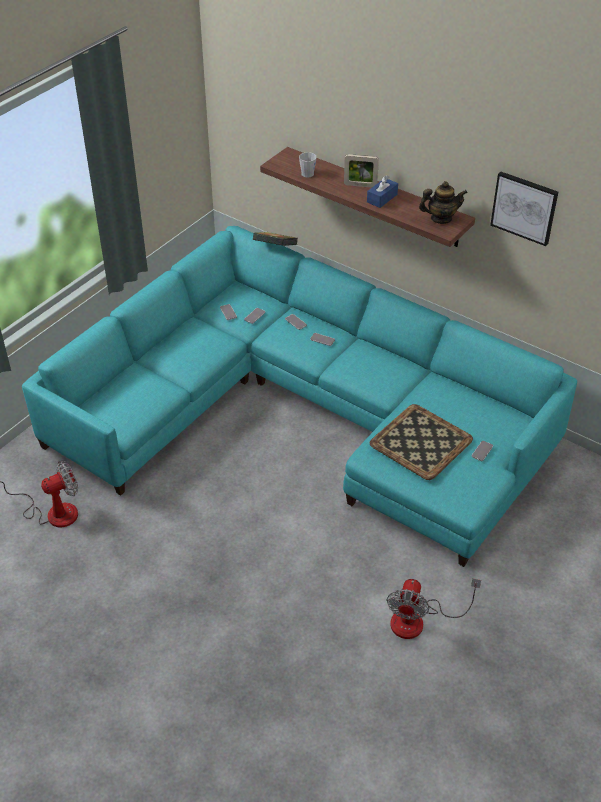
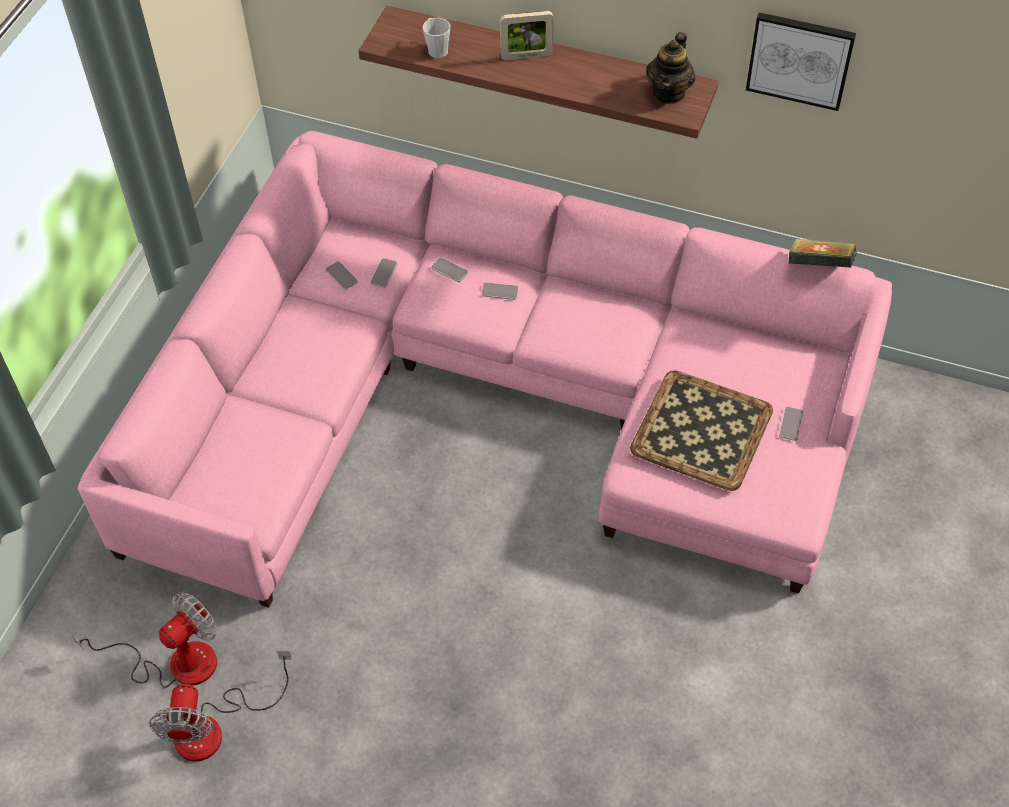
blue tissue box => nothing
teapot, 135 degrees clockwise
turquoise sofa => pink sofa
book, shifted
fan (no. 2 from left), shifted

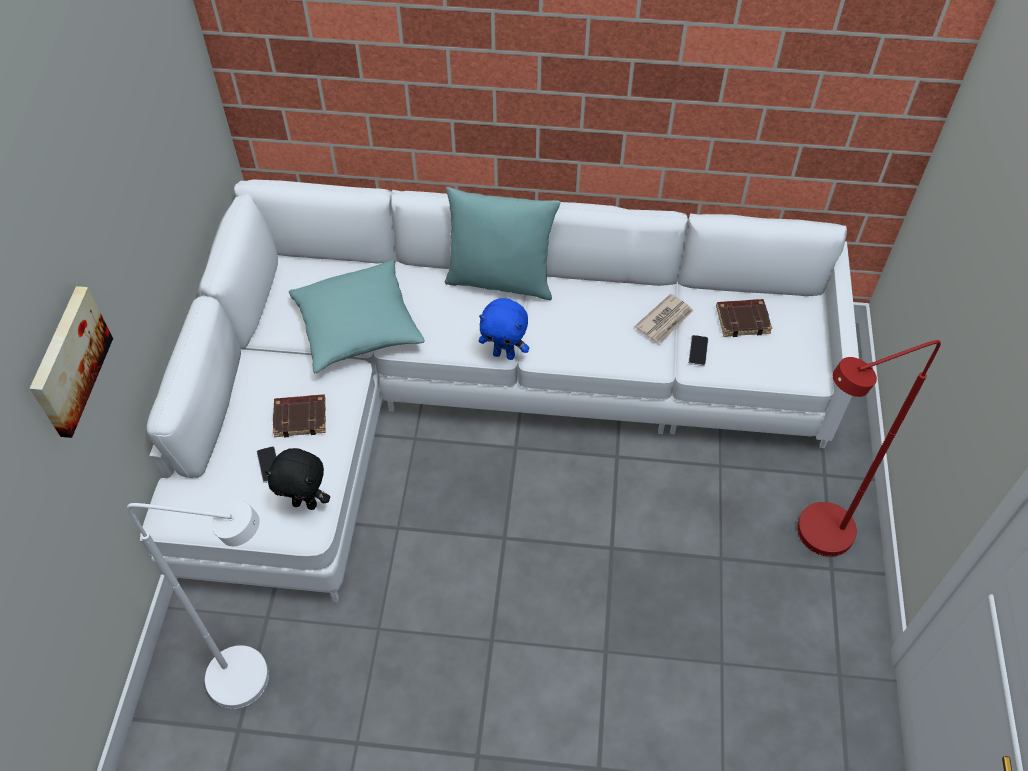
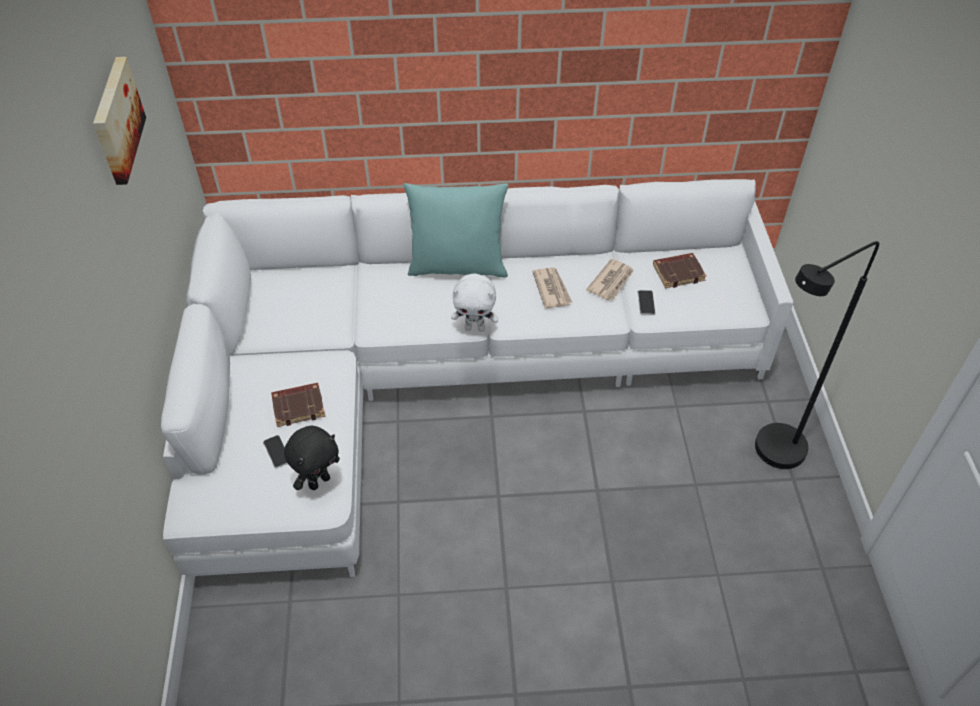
turquoise pillow (no. 1 from left) => nothing
picture, shifted
blue plush toy => white plush toy
red floor lamp => black floor lamp
black plush toy, 45 degrees counterclockwise
white floor lamp => nothing
nothing => newspaper (no. 1 from left)

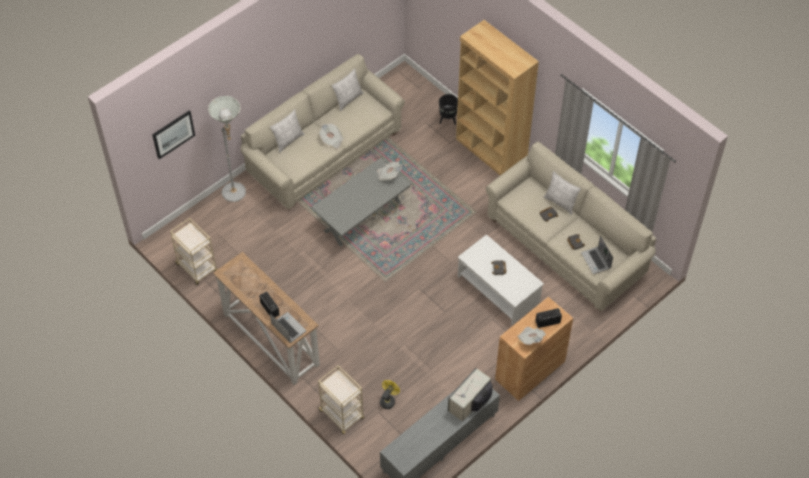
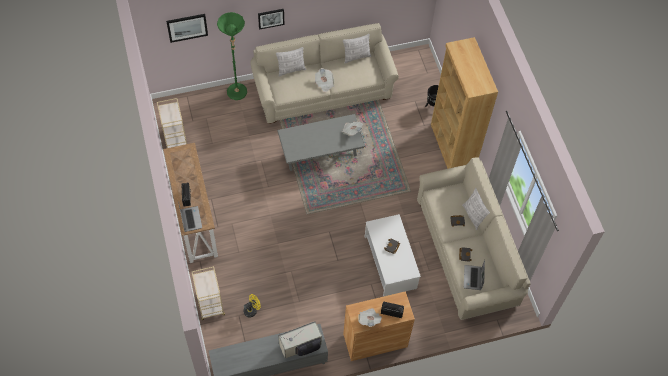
grey floor lamp => green floor lamp
nothing => picture (no. 2 from left)

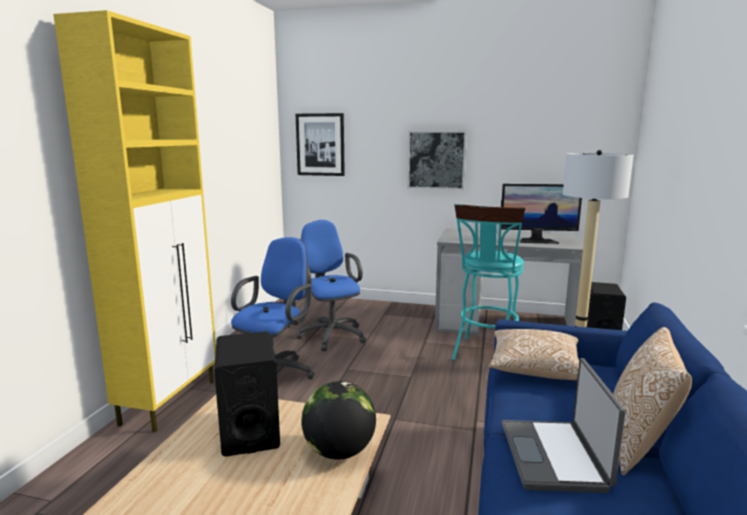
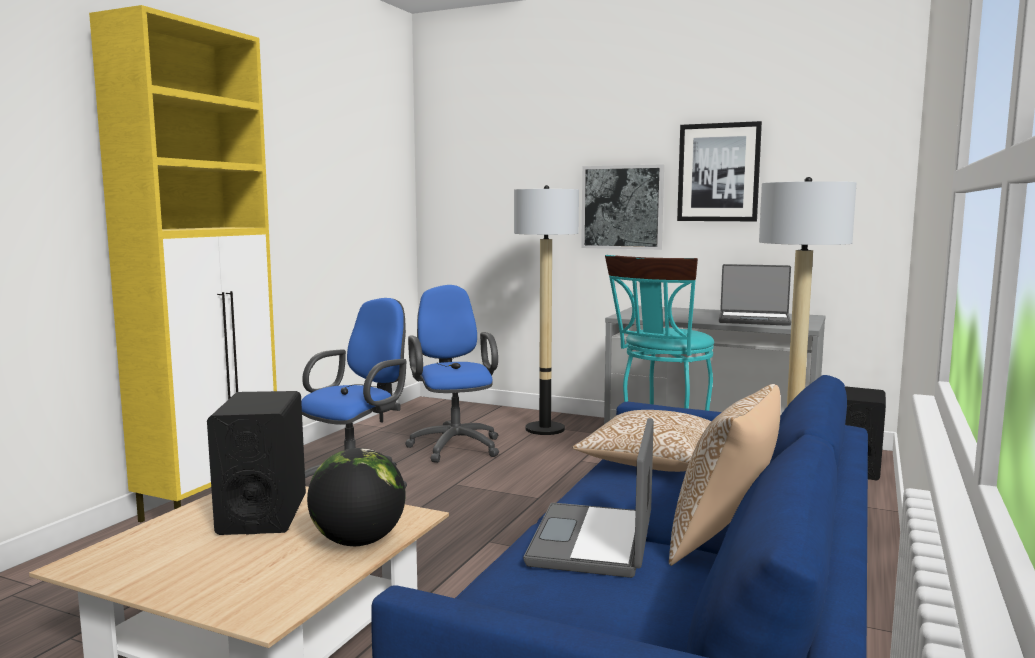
picture (no. 1 from left in the first image) => picture (no. 2 from left), shifted
monitor => laptop (no. 2 from left)
nothing => floor lamp (no. 1 from left)

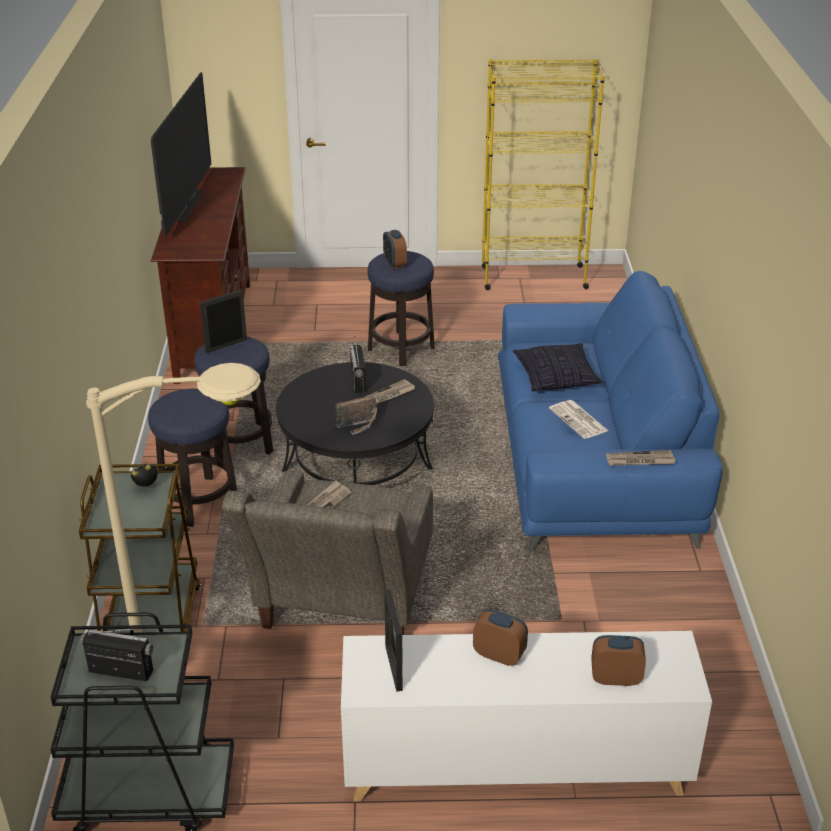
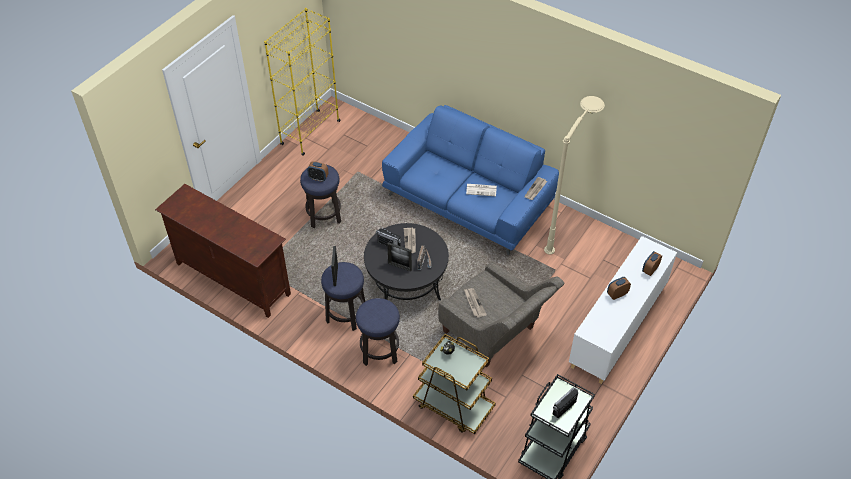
television => nothing
pillow => nothing
beige floor lamp, shifted
picture frame (no. 2 from left), shifted

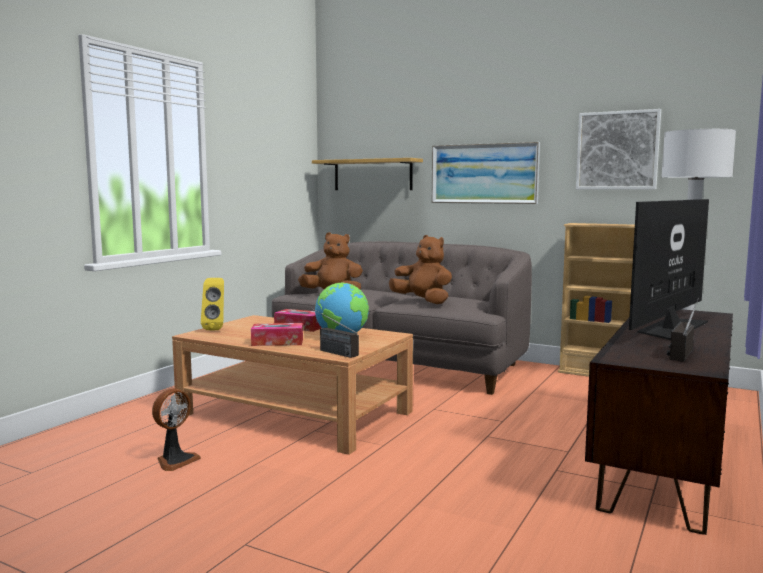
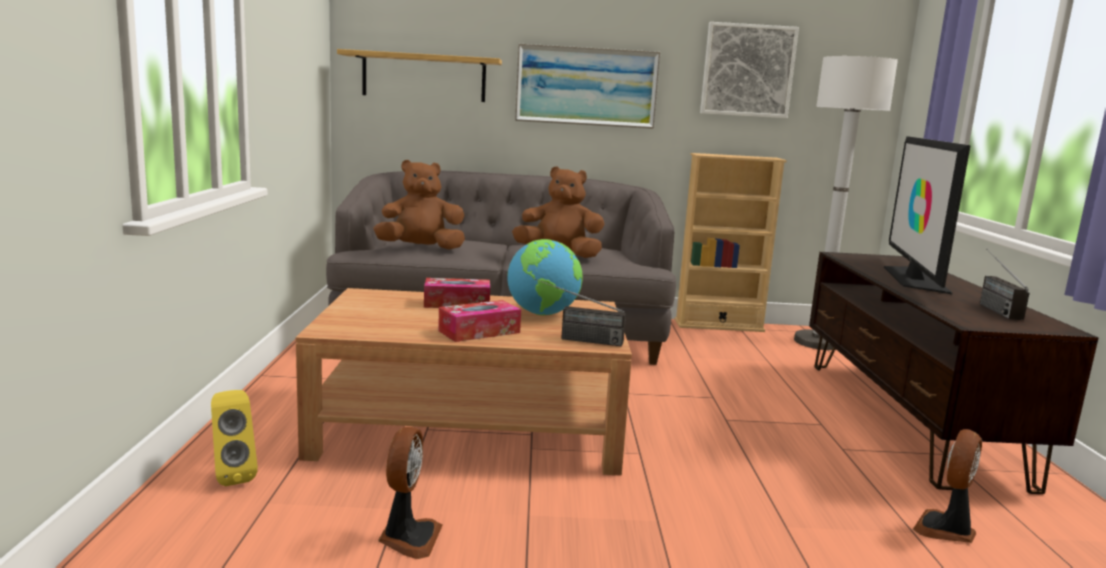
yellow speaker, shifted
nothing => fan (no. 2 from left)

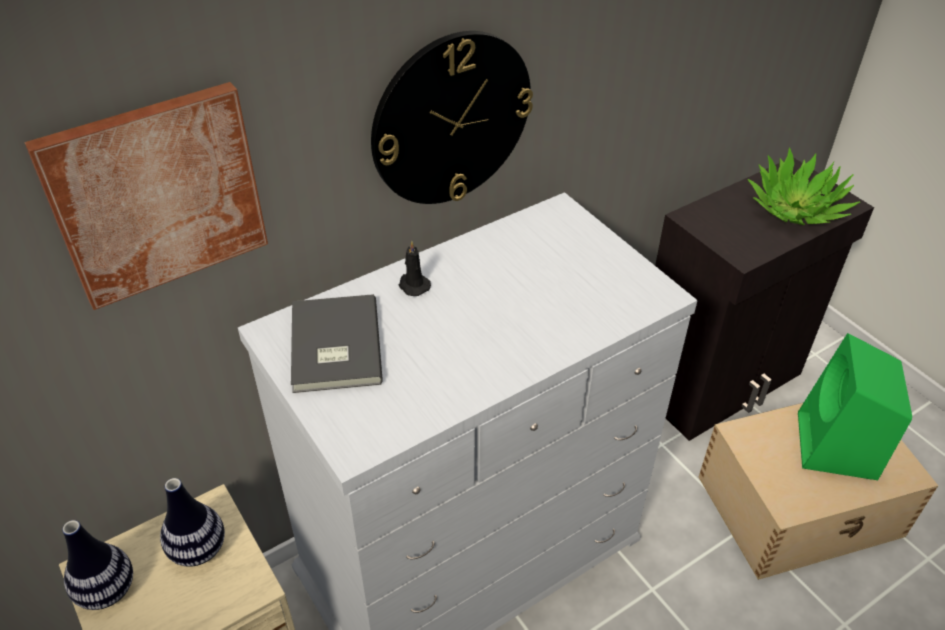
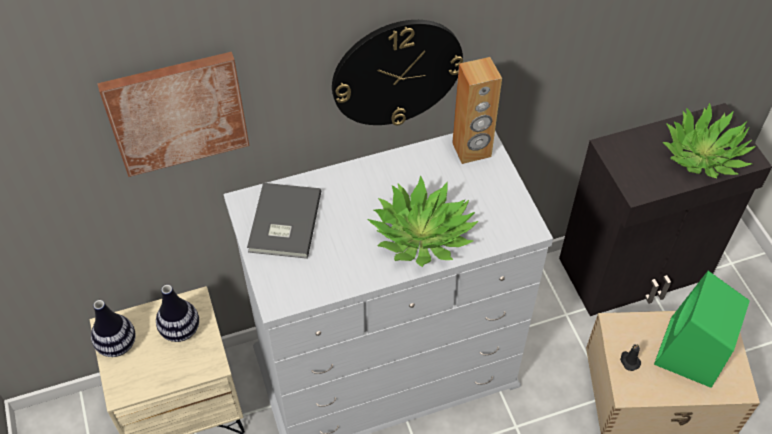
black candle, shifted
nothing => brown speaker
nothing => potted plant (no. 1 from left)

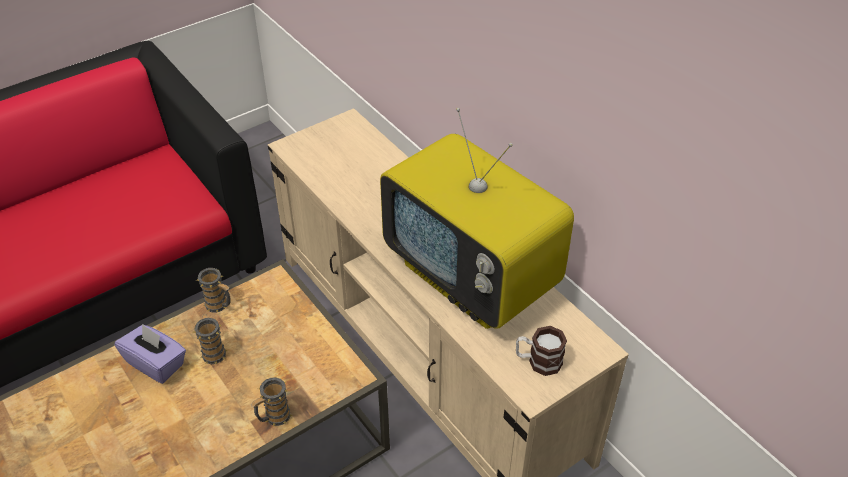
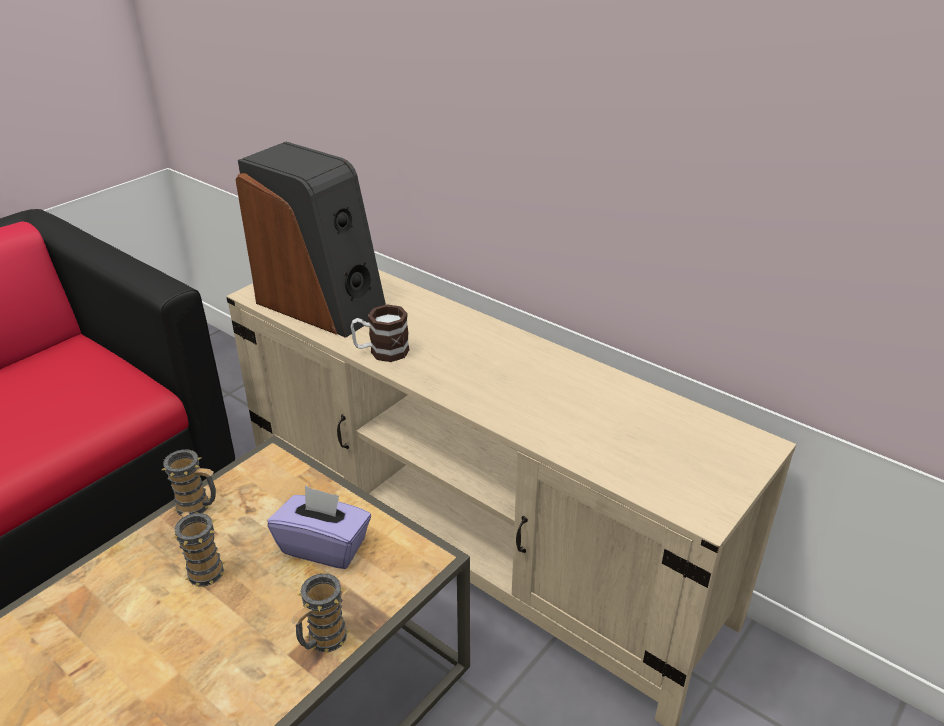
television => nothing
purple tissue box, shifted
mug (no. 4 from left), shifted
nothing => speaker

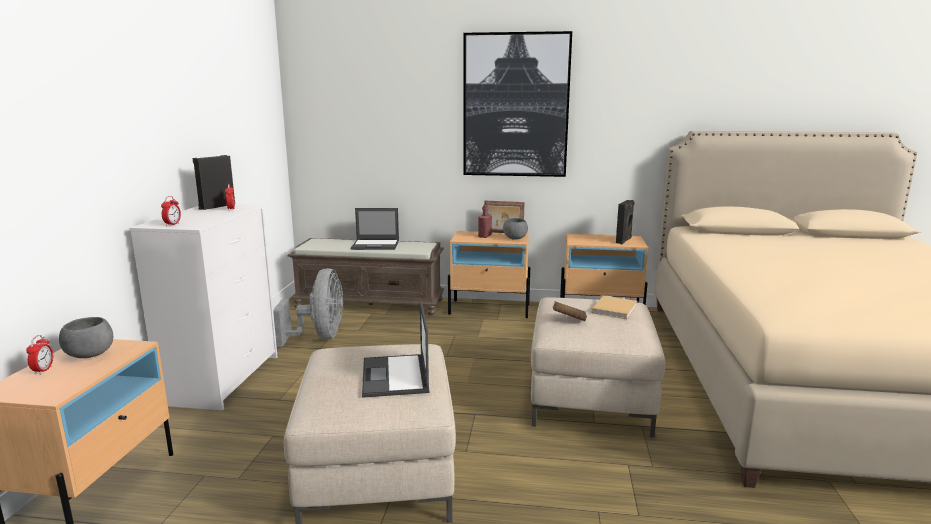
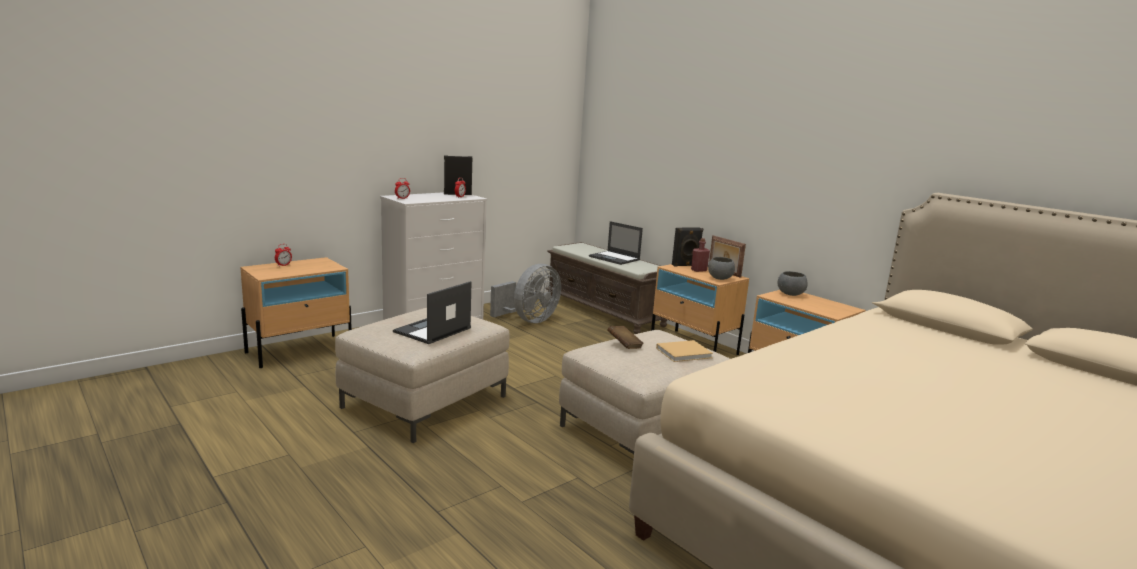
picture => nothing
black speaker (no. 2 from left), shifted
grey bowl (no. 1 from left in the first image) => grey bowl (no. 2 from left), shifted

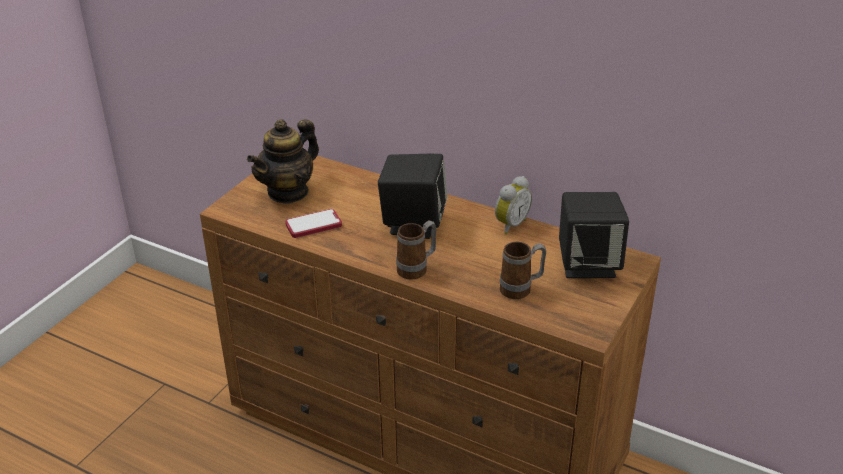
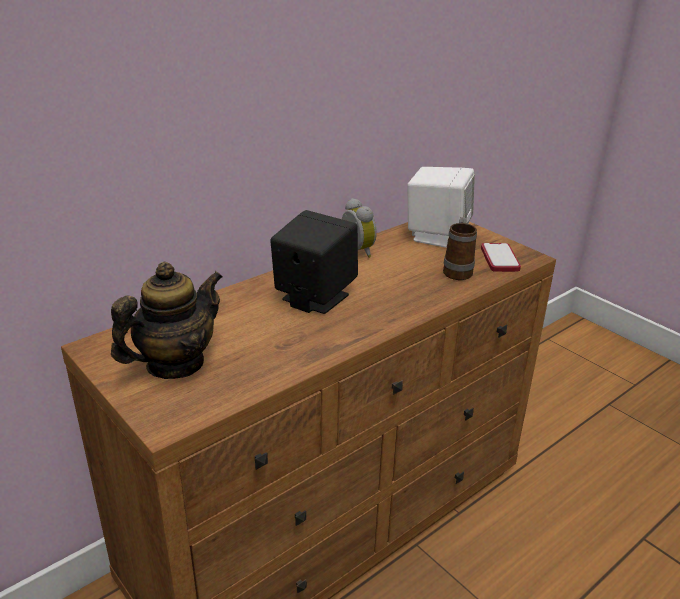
teapot, 105 degrees counterclockwise
black speaker (no. 2 from left) => white speaker
phone, shifted
mug (no. 1 from left) => nothing

